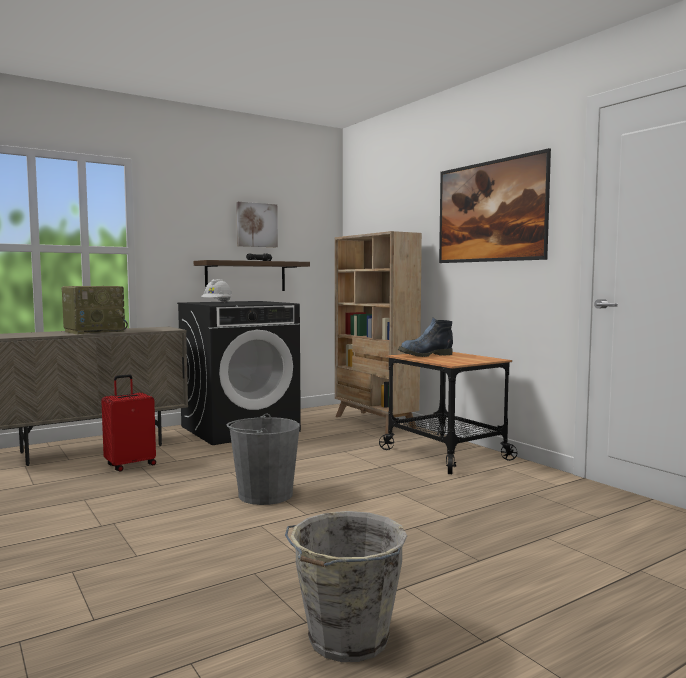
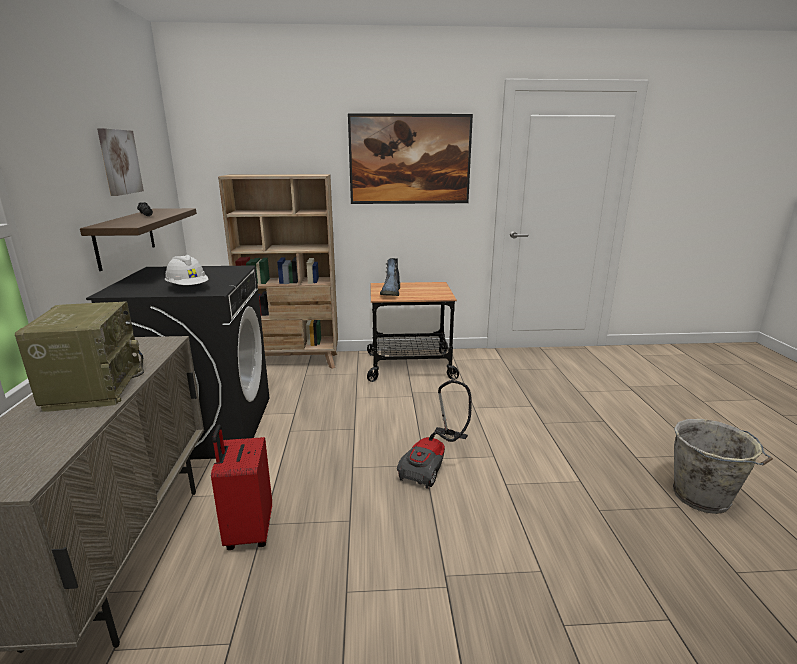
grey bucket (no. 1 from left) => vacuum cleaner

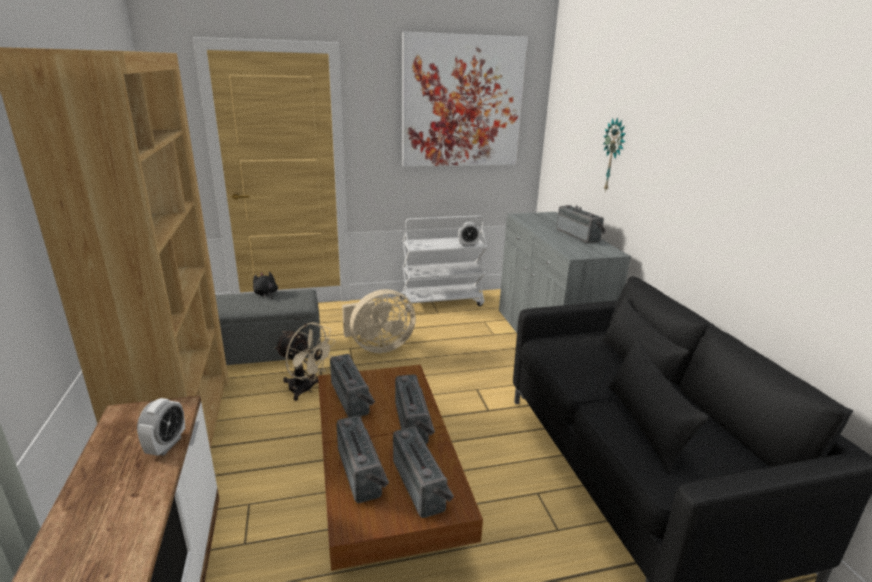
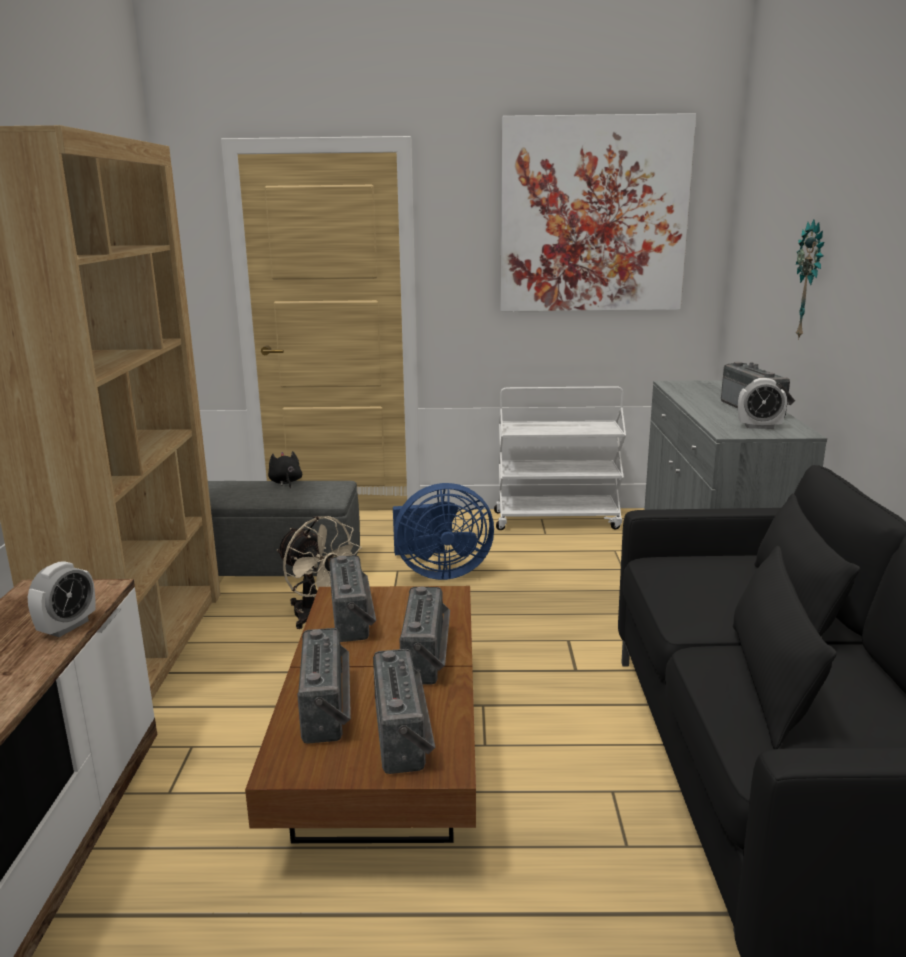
alarm clock (no. 2 from left), shifted
beige fan (no. 2 from left) => blue fan

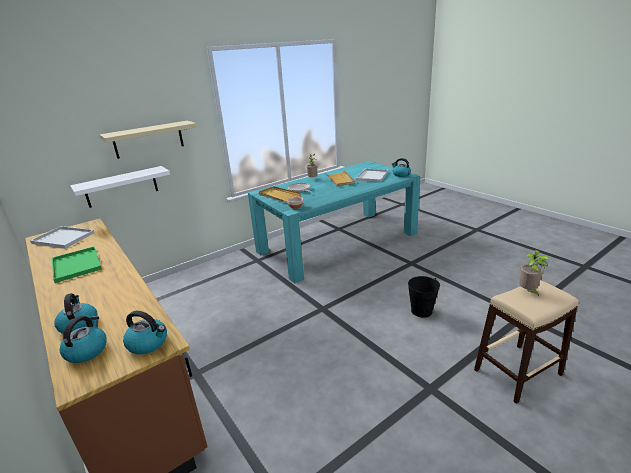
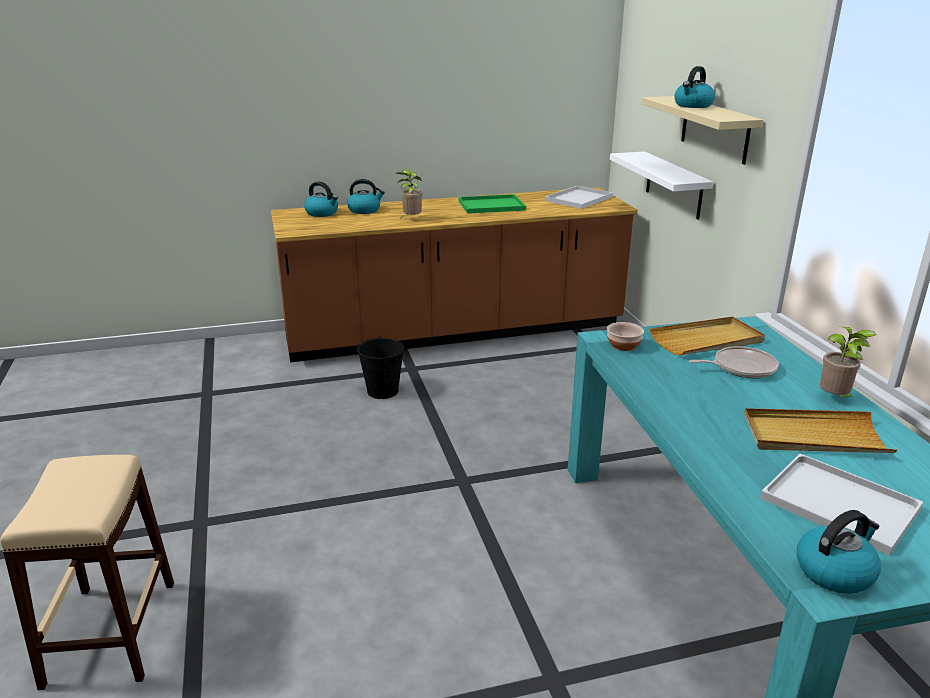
potted plant (no. 2 from left in the first image) => potted plant (no. 1 from left), shifted
black bucket, shifted
kettle (no. 3 from left), shifted

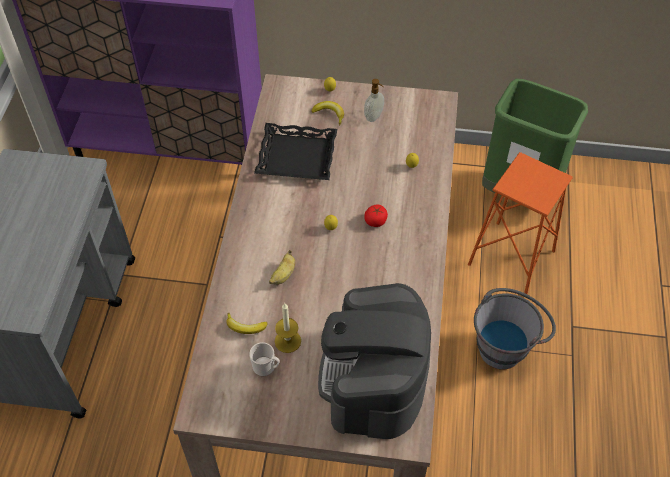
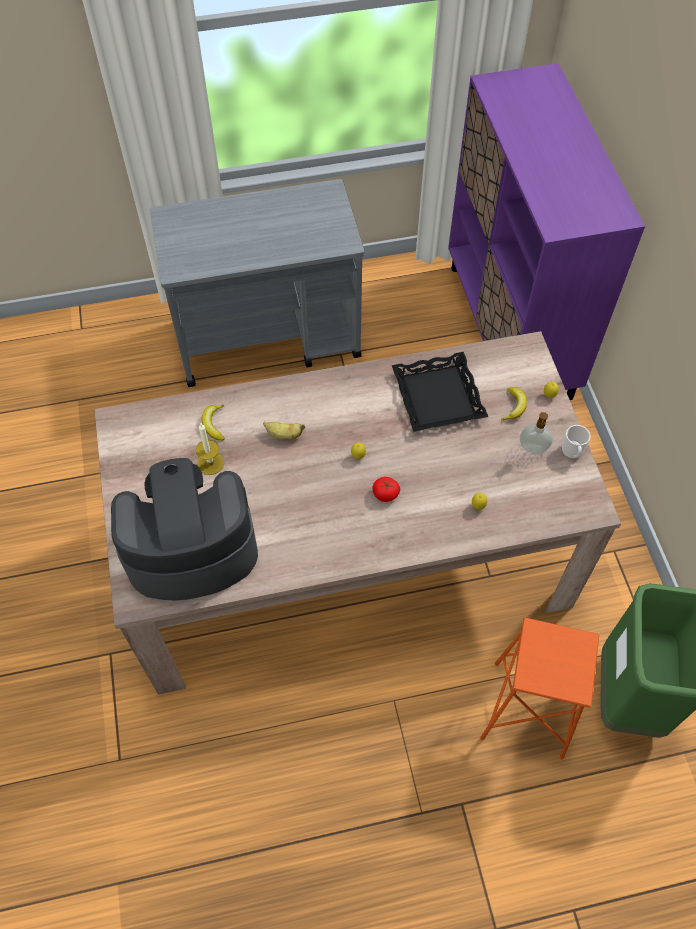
grey bucket => nothing
mug, shifted

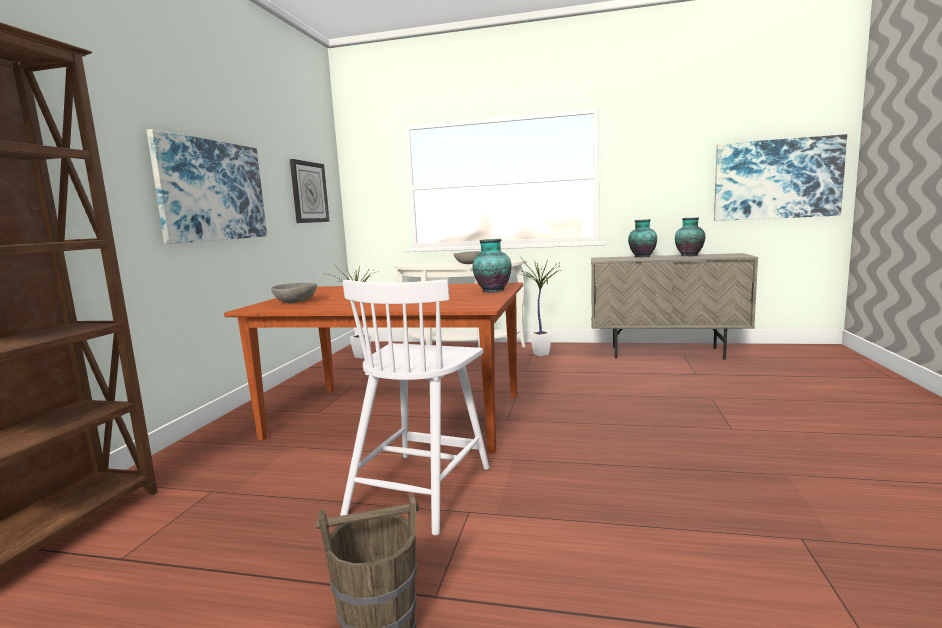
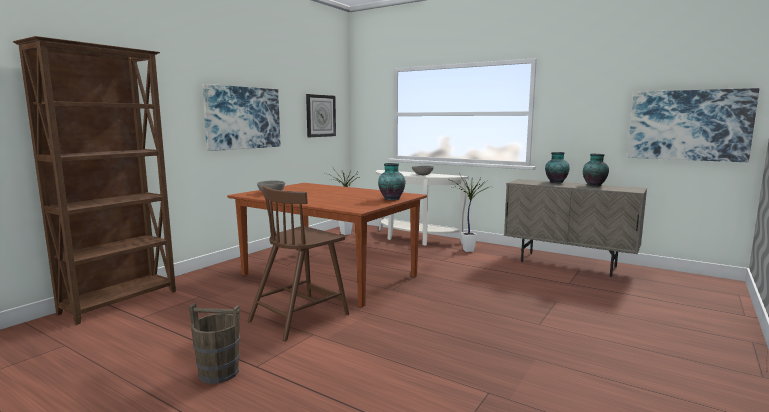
white chair => brown chair

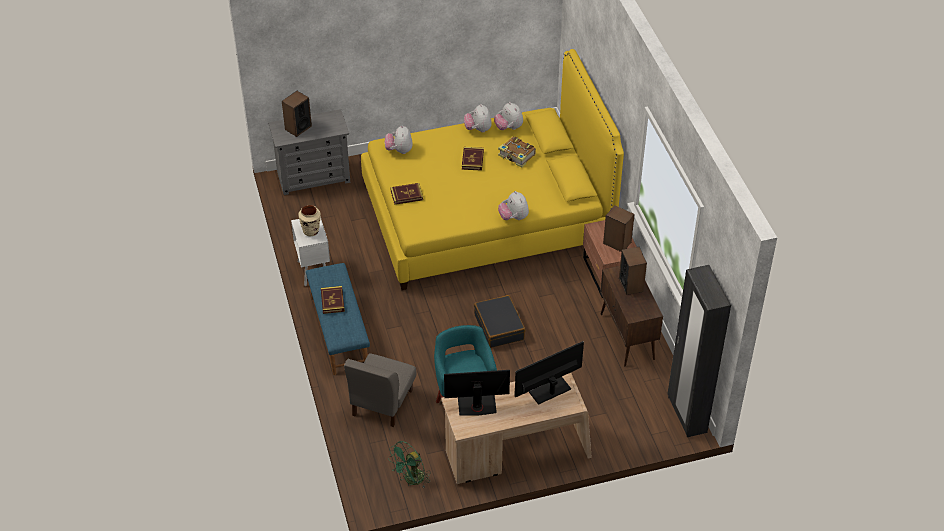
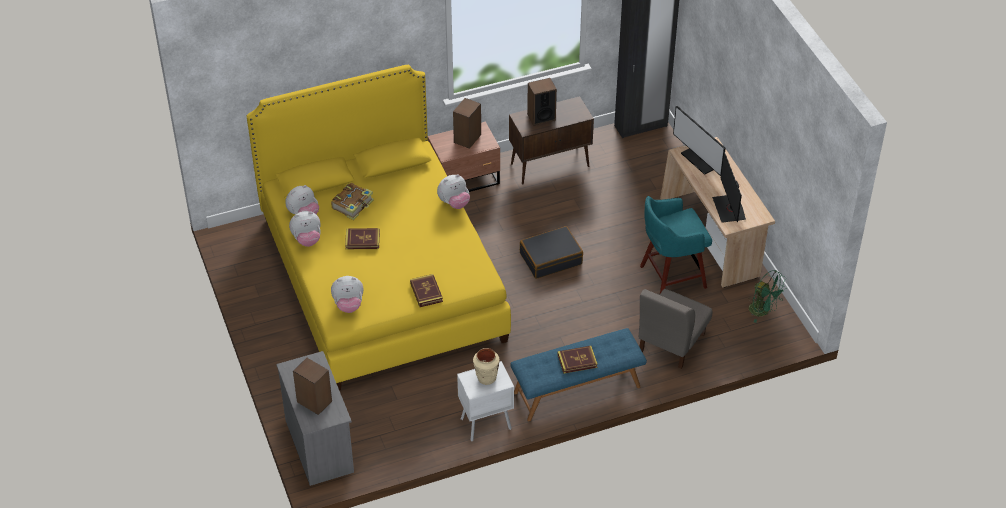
grey chair, 105 degrees clockwise

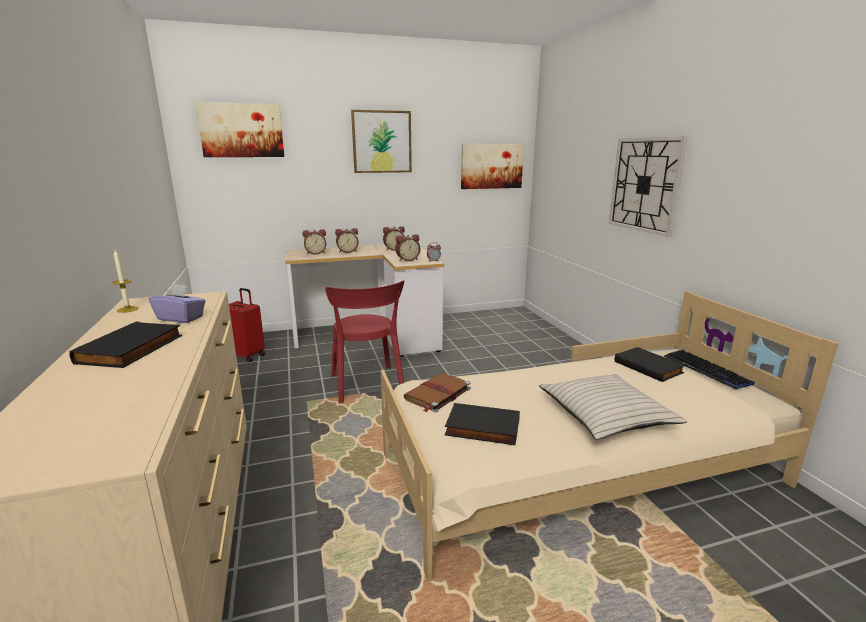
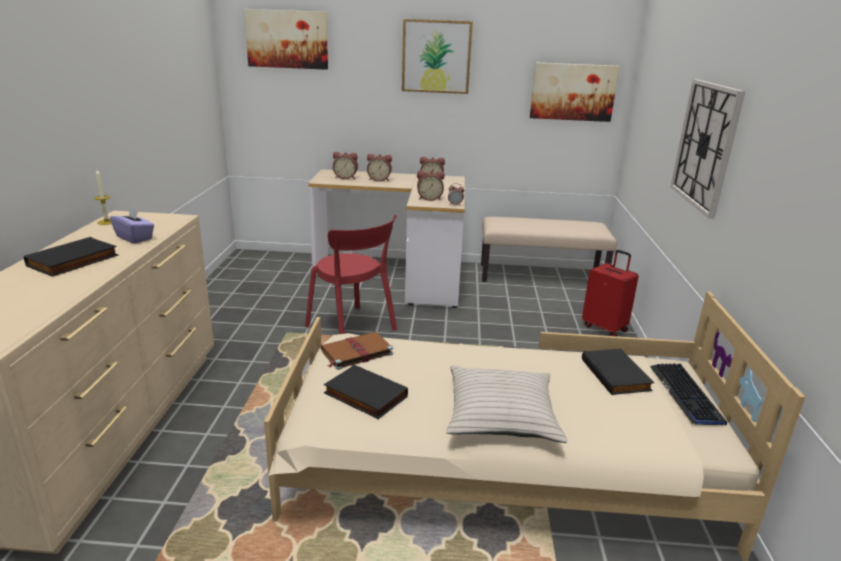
red chair, 45 degrees counterclockwise
red suitcase, shifted
nothing => beige bench

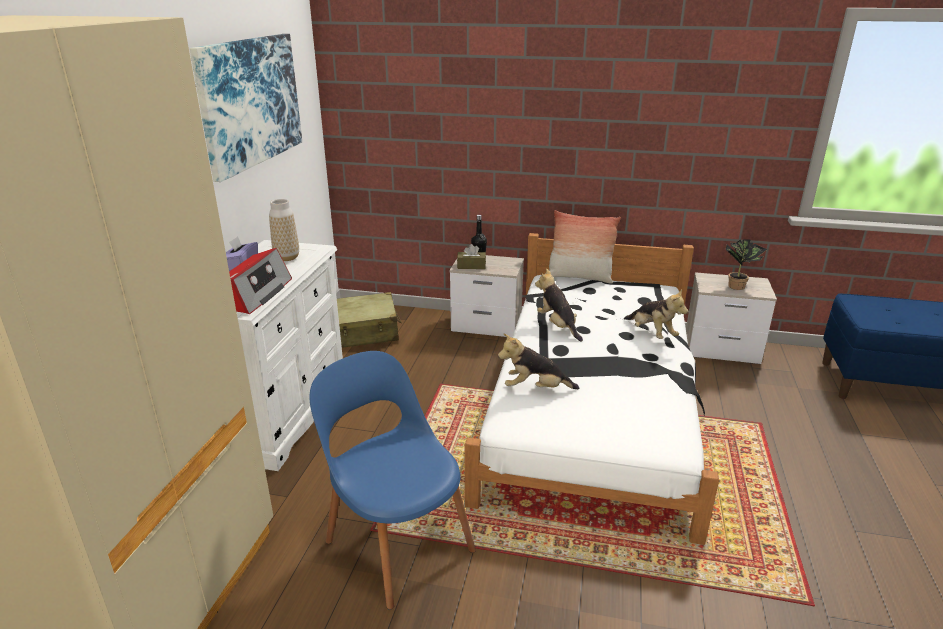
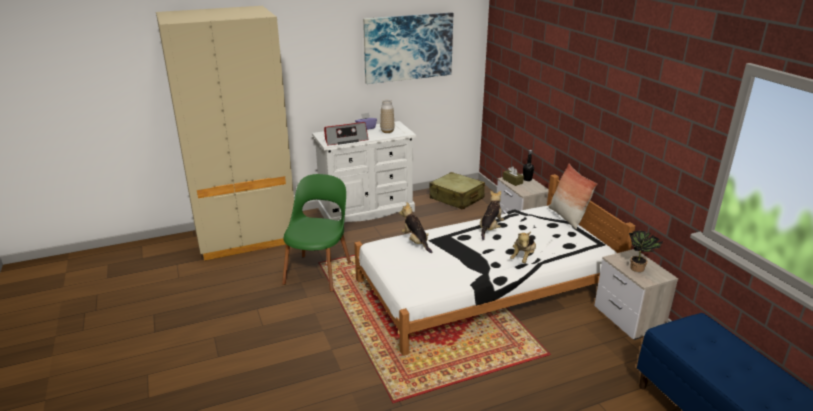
blue chair => green chair

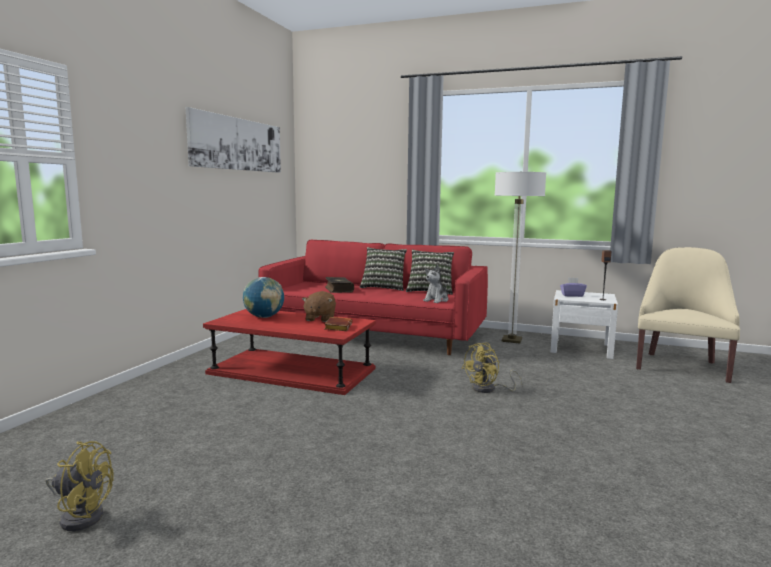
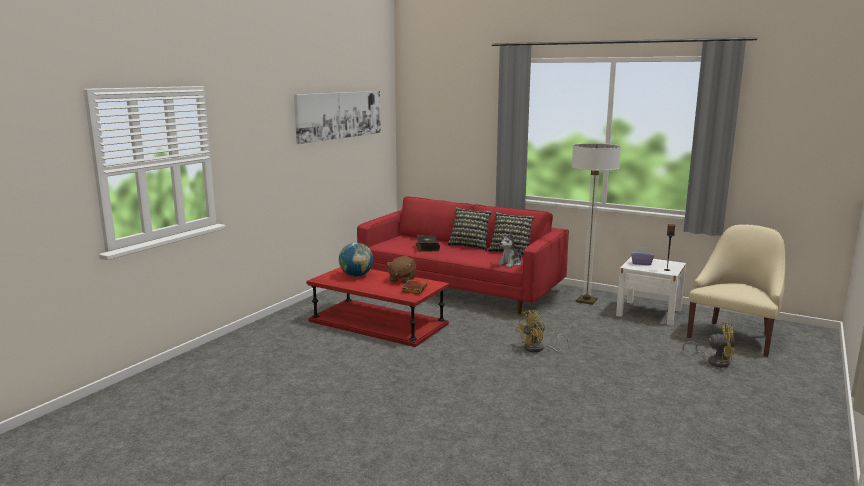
yellow fan (no. 1 from left in the first image) => yellow fan (no. 2 from left), shifted

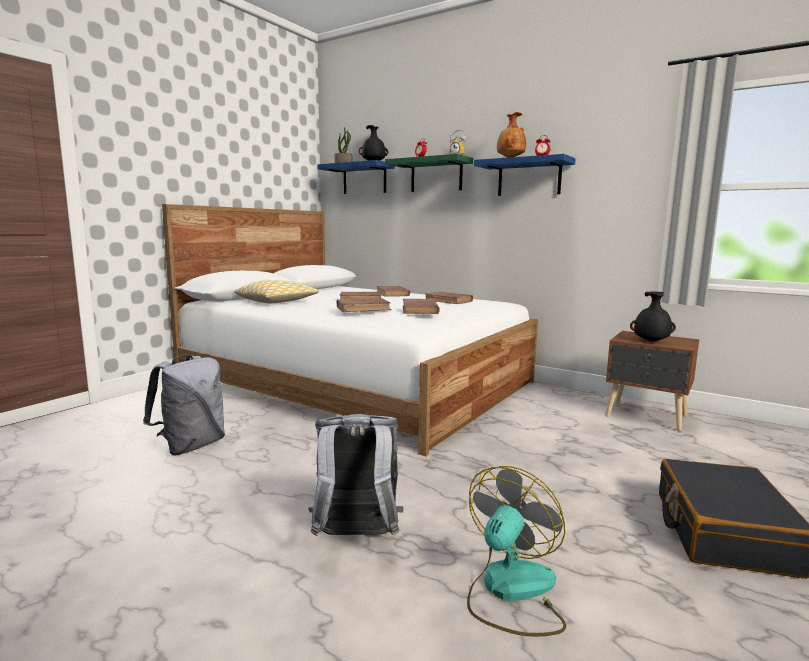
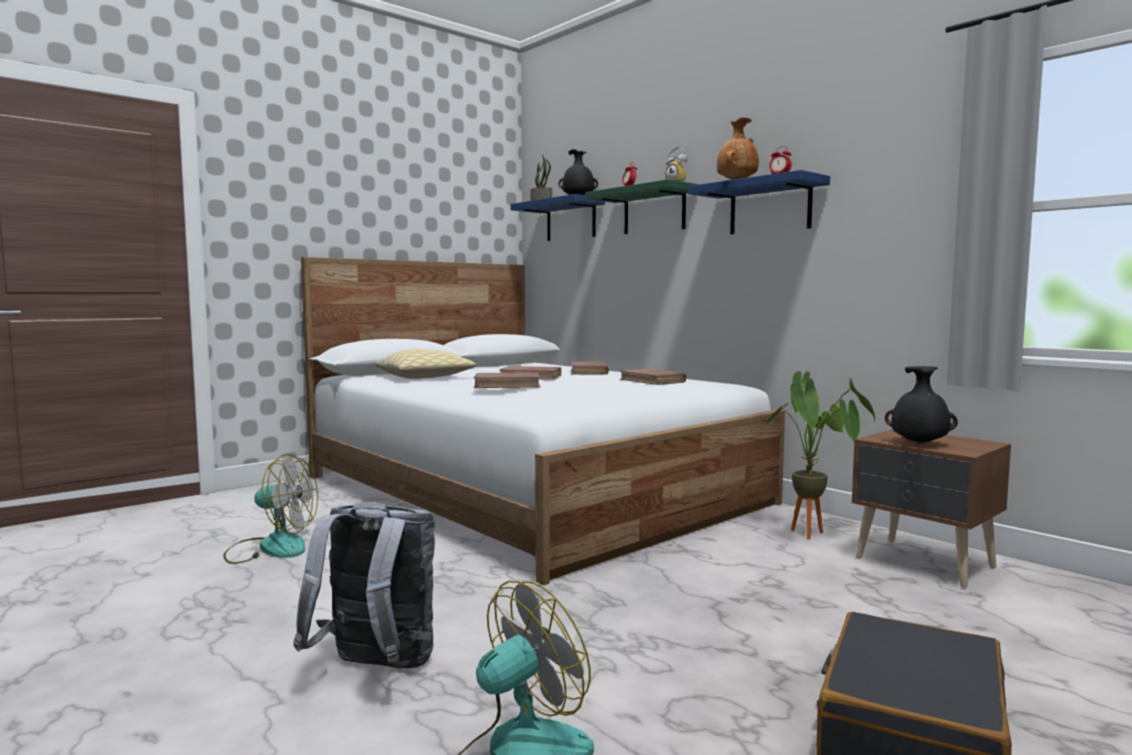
brown book (no. 4 from left) => nothing
grey backpack (no. 1 from left) => fan (no. 1 from left)
nothing => potted plant (no. 2 from left)

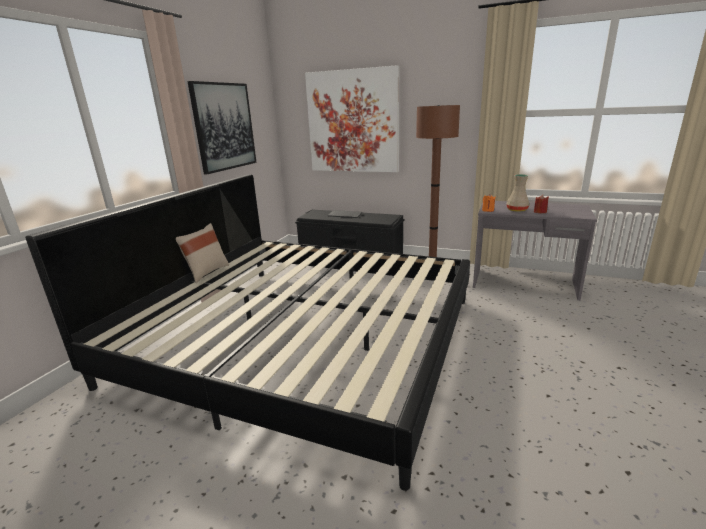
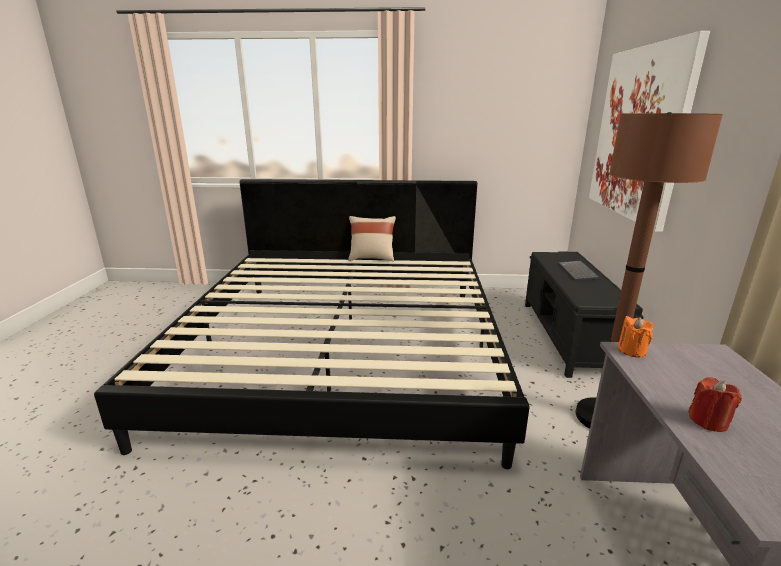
picture (no. 1 from left) => nothing
beige vase => nothing

